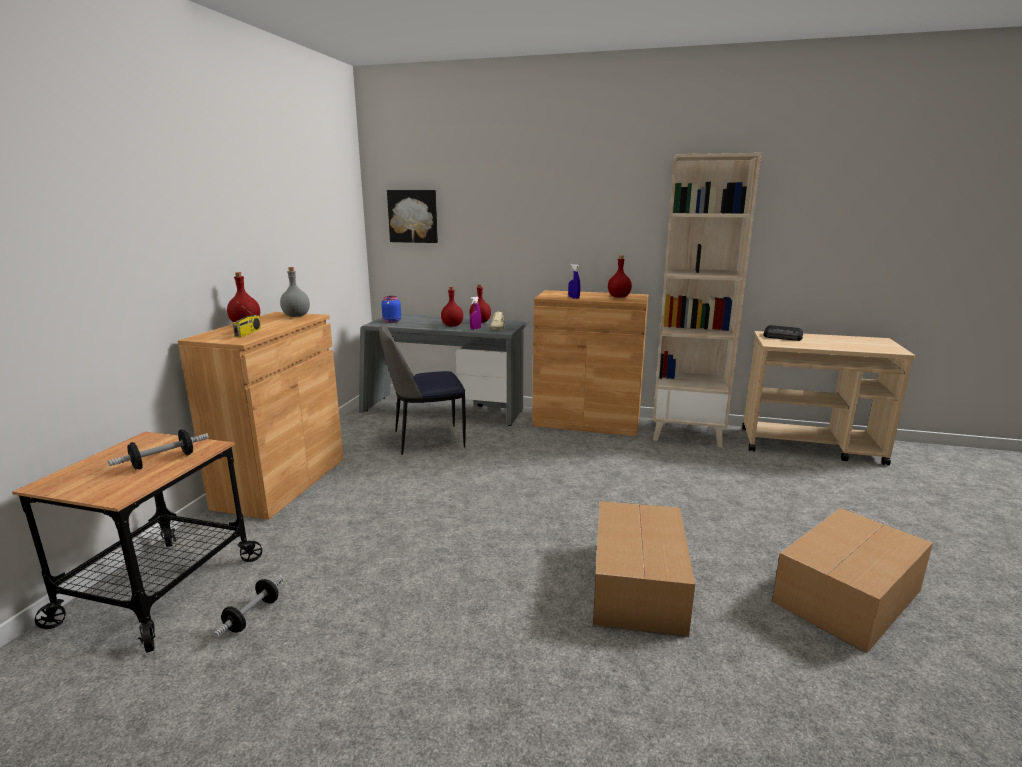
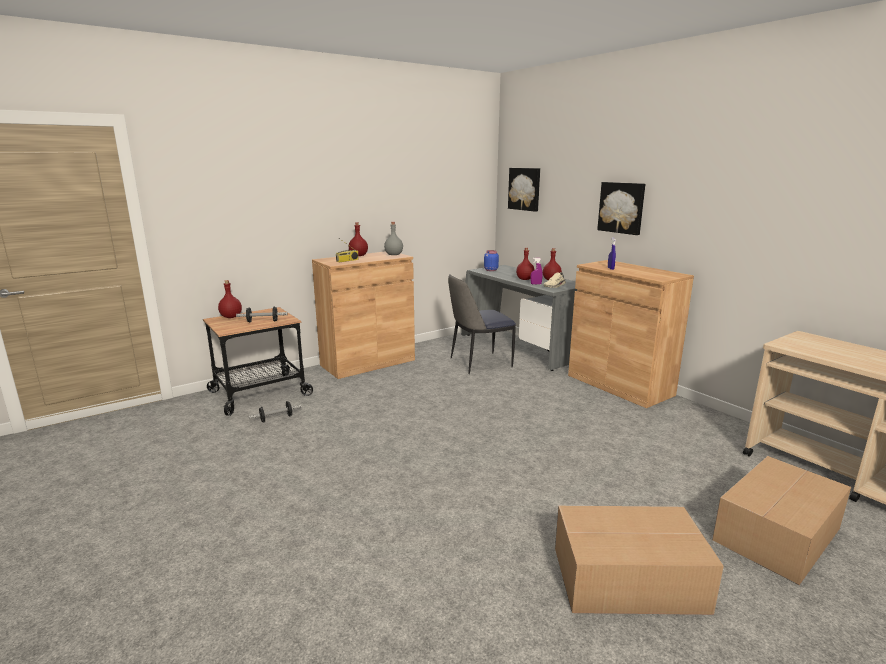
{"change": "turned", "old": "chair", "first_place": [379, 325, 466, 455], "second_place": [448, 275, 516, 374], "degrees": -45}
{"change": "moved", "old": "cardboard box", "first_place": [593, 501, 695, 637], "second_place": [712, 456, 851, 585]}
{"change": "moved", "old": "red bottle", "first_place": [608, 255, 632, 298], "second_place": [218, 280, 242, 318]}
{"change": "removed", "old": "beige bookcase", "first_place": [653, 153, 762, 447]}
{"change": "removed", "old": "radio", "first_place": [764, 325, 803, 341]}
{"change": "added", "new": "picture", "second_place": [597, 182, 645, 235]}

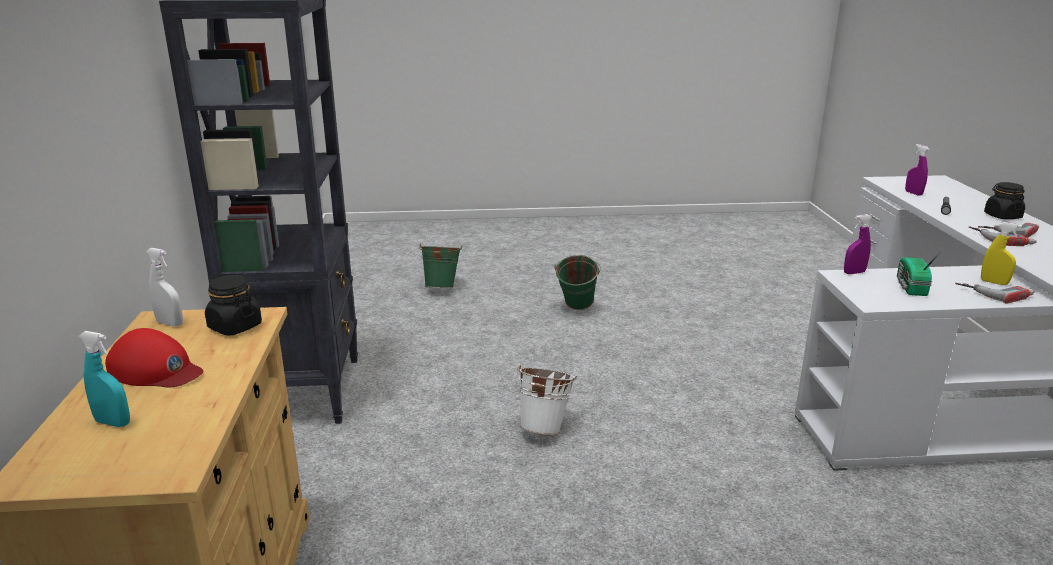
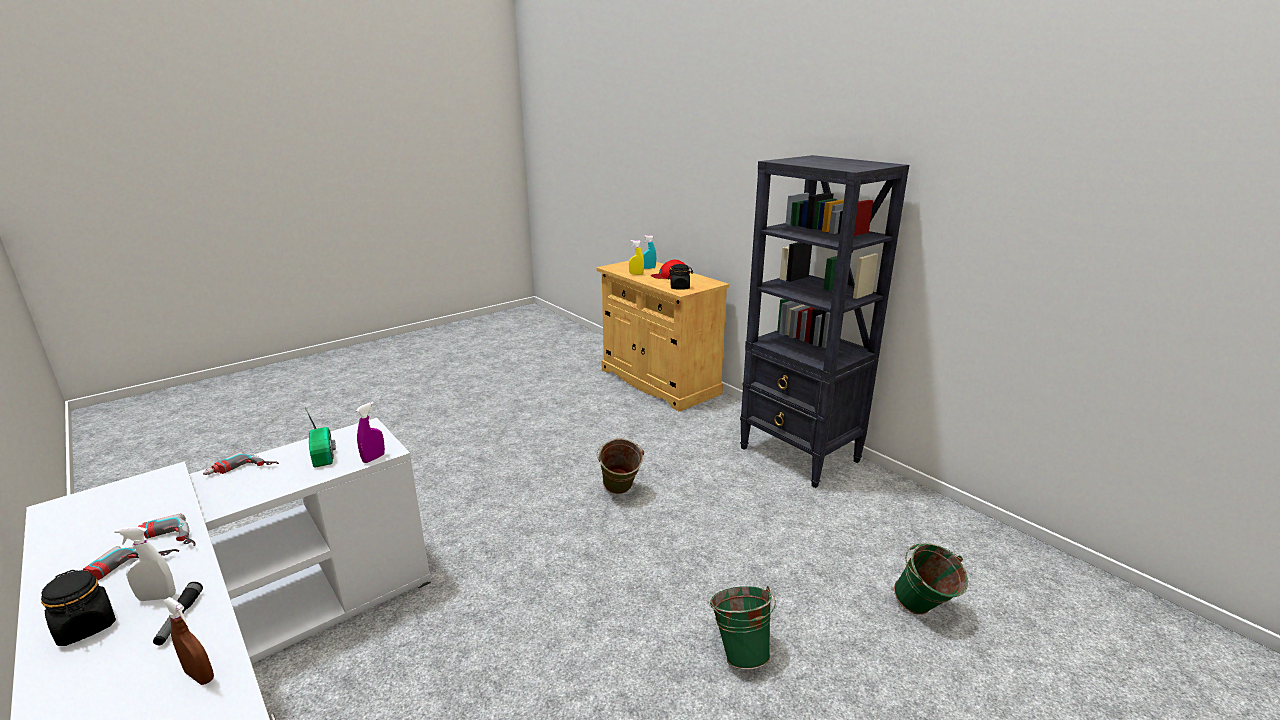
{"change": "moved", "old": "white spray bottle", "first_place": [146, 248, 183, 327], "second_place": [114, 527, 176, 601]}
{"change": "recoloured", "old": "white bucket", "new": "green bucket", "first_place": [516, 365, 577, 435], "second_place": [597, 438, 644, 494]}
{"change": "recoloured", "old": "purple spray bottle", "new": "brown spray bottle", "first_place": [905, 144, 930, 196], "second_place": [164, 597, 214, 685]}
{"change": "moved", "old": "yellow spray bottle", "first_place": [981, 222, 1022, 285], "second_place": [629, 240, 644, 275]}

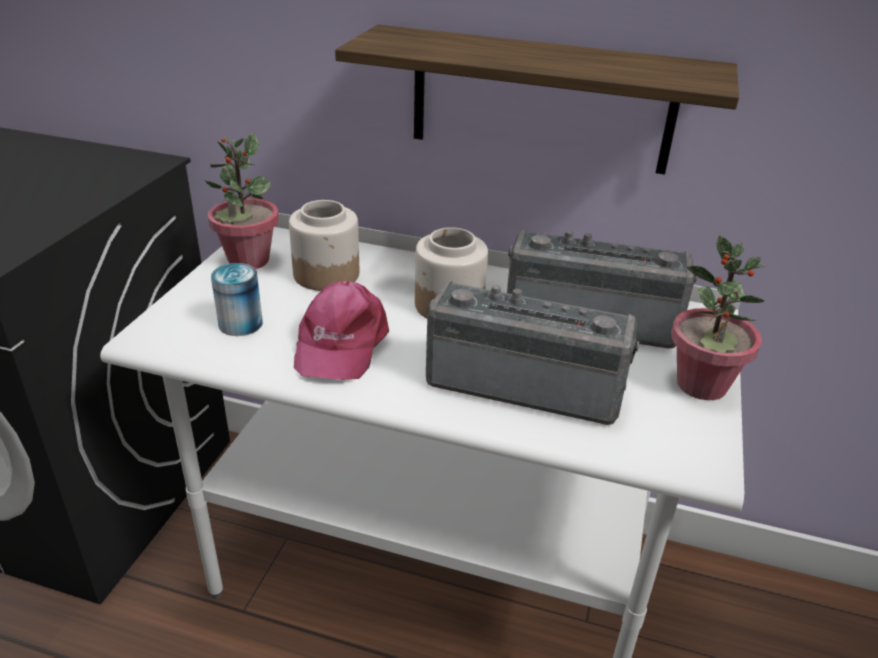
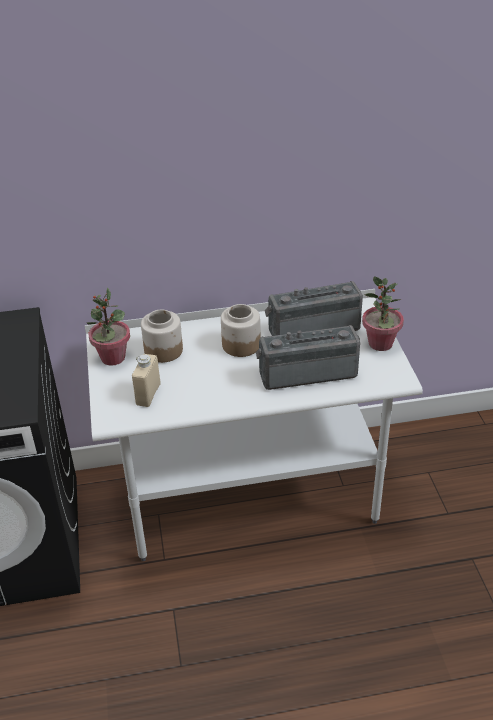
{"change": "replaced", "old": "can", "new": "beige bottle", "first_place": [211, 263, 263, 336], "second_place": [132, 354, 161, 407]}
{"change": "removed", "old": "pink cap", "first_place": [294, 281, 389, 380]}
{"change": "removed", "old": "shelf", "first_place": [335, 25, 739, 174]}

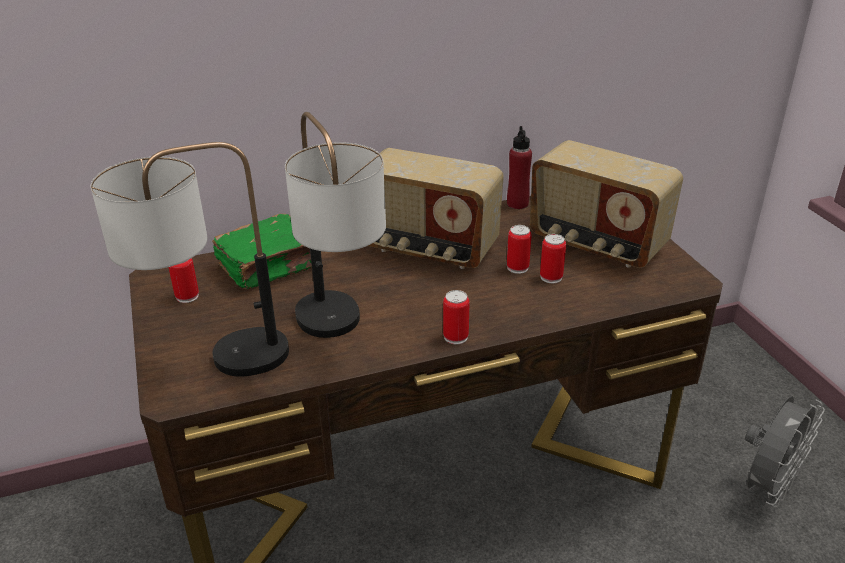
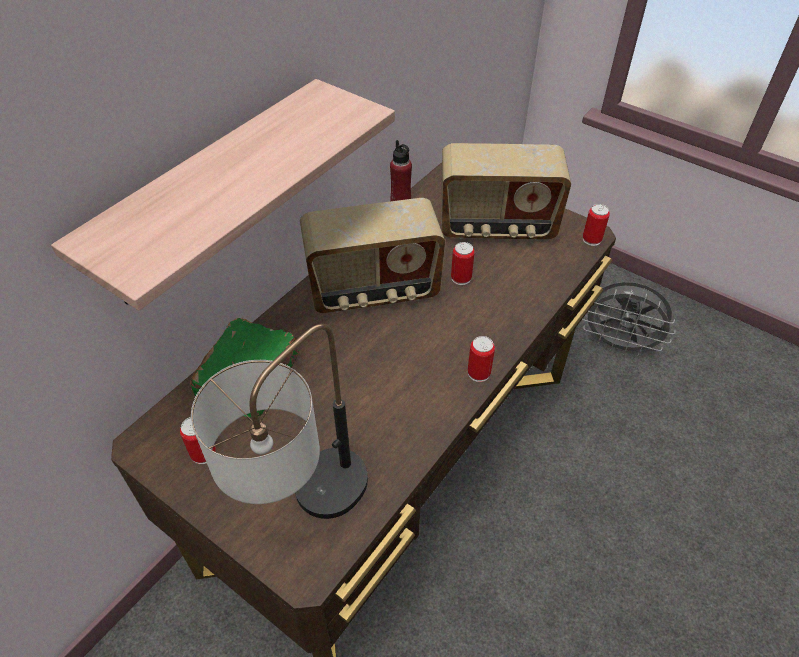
{"change": "removed", "old": "table lamp", "first_place": [285, 112, 386, 338]}
{"change": "moved", "old": "can", "first_place": [540, 234, 566, 283], "second_place": [583, 204, 610, 246]}
{"change": "turned", "old": "grey fan", "first_place": [745, 396, 825, 507], "second_place": [582, 282, 676, 357], "degrees": 105}
{"change": "added", "new": "shelf", "second_place": [51, 79, 395, 311]}

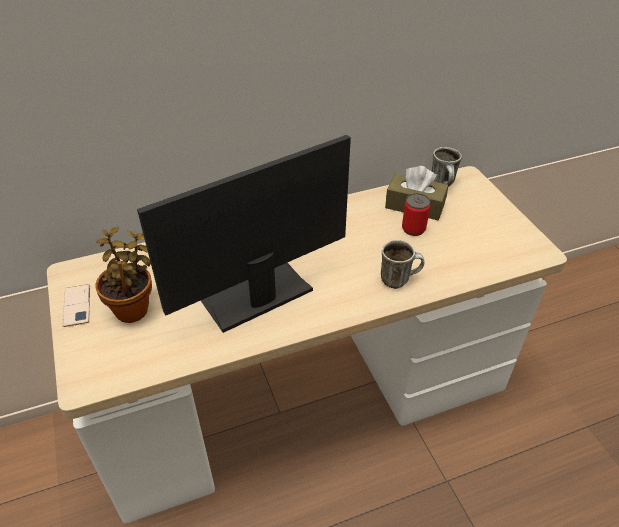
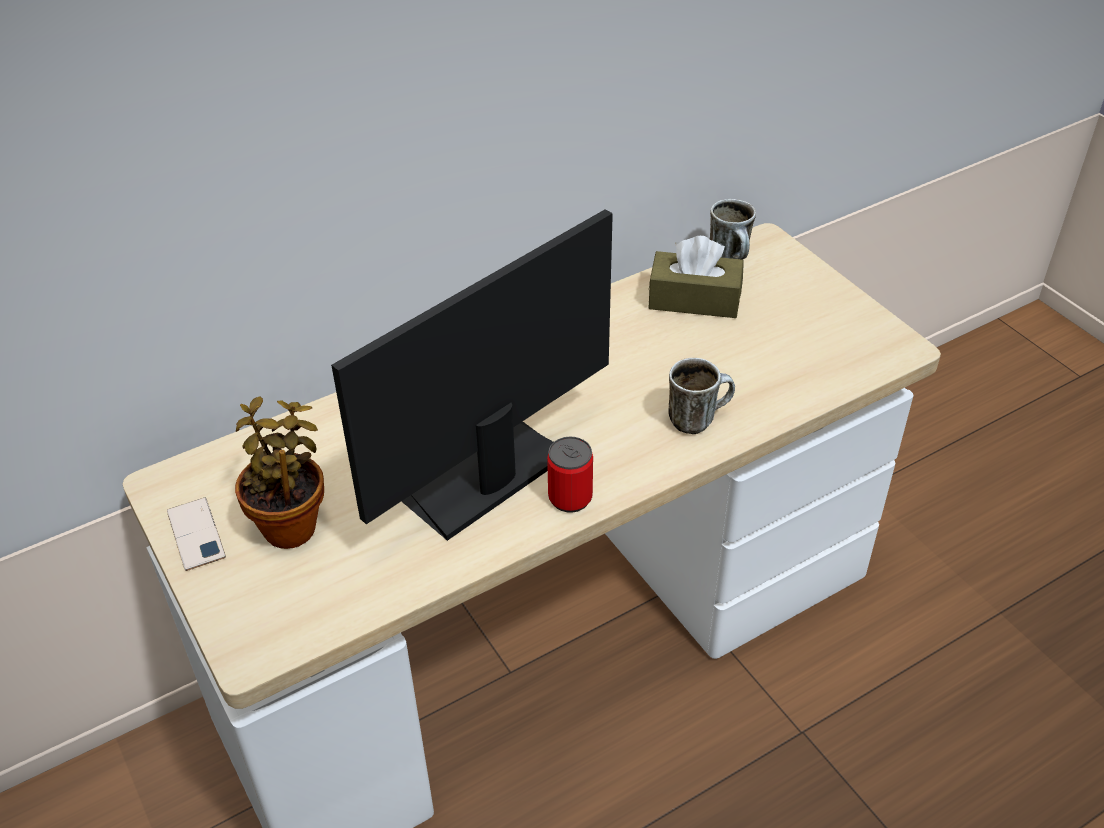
{"change": "moved", "old": "can", "first_place": [402, 193, 430, 236], "second_place": [547, 436, 593, 513]}

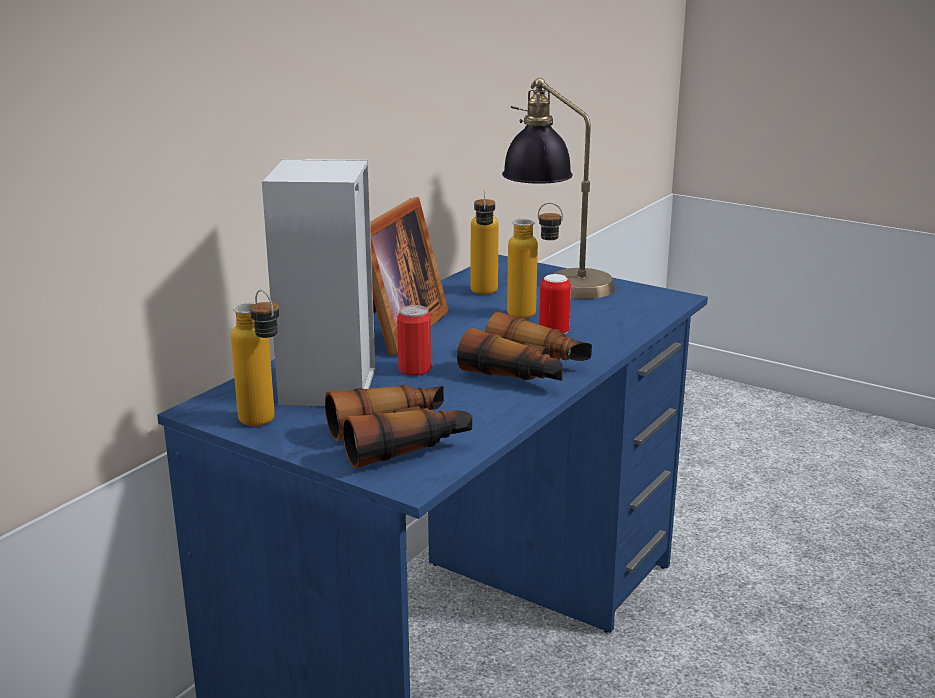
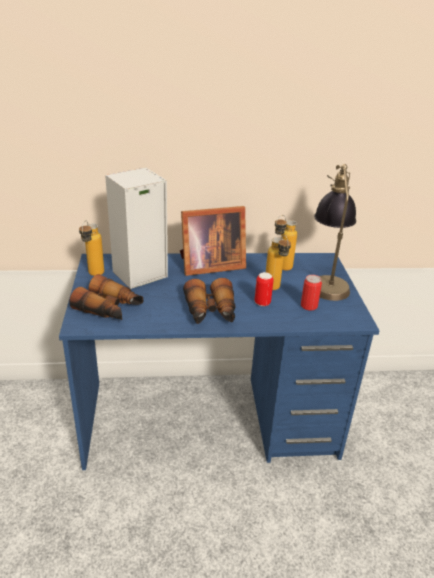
{"change": "moved", "old": "can", "first_place": [397, 305, 431, 376], "second_place": [301, 275, 322, 311]}

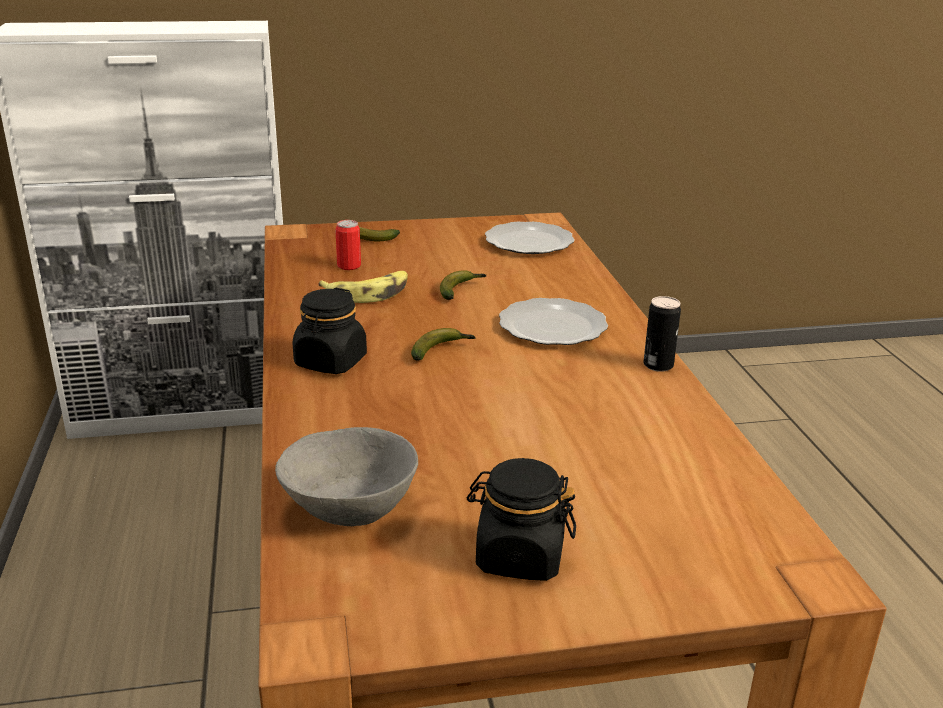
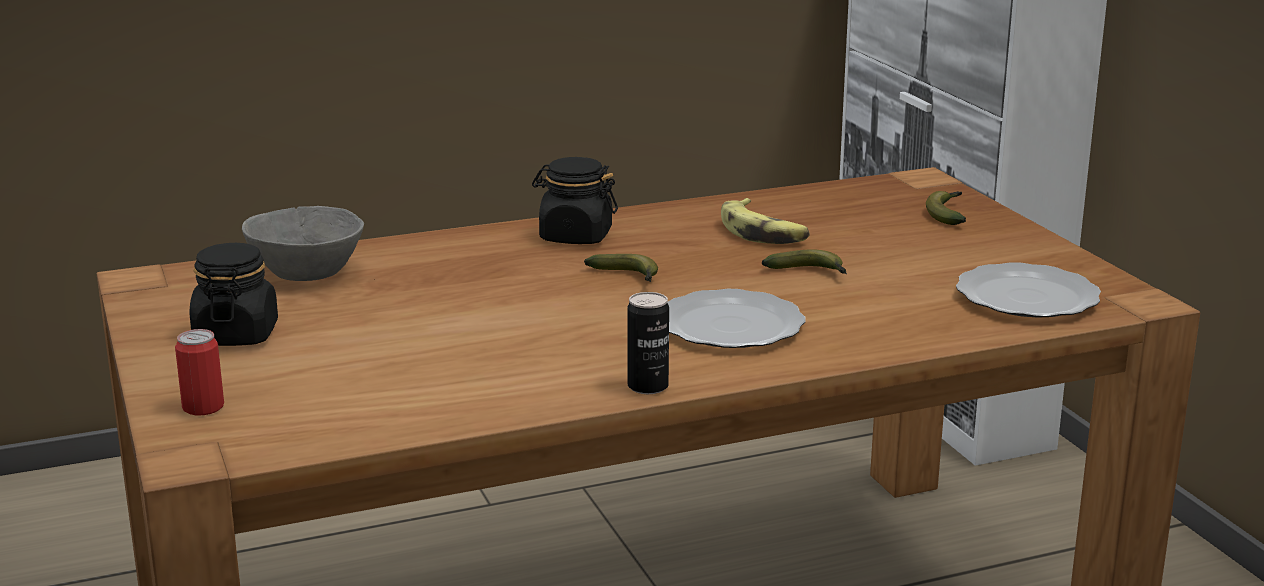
{"change": "moved", "old": "can", "first_place": [335, 220, 361, 270], "second_place": [175, 329, 224, 416]}

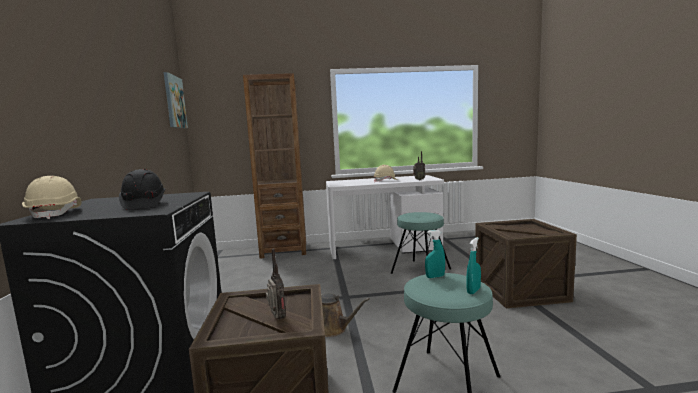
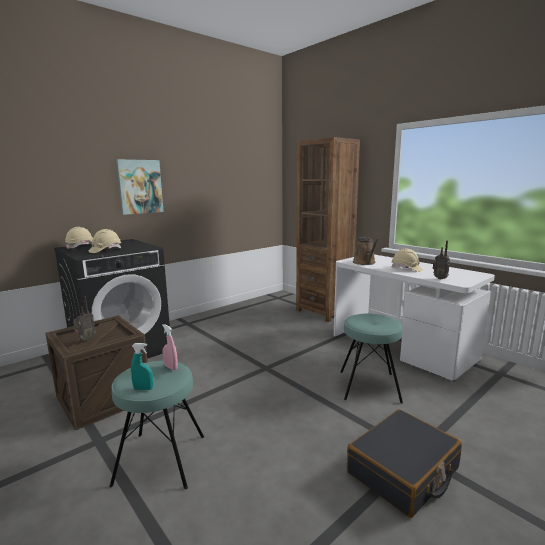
{"change": "recoloured", "old": "black hard hat", "new": "beige hard hat", "first_place": [119, 169, 165, 210], "second_place": [89, 229, 121, 253]}
{"change": "moved", "old": "picture", "first_place": [164, 72, 188, 128], "second_place": [116, 159, 164, 215]}
{"change": "moved", "old": "brown watering can", "first_place": [321, 293, 370, 337], "second_place": [353, 237, 378, 265]}
{"change": "recoloured", "old": "turquoise spray bottle", "new": "pink spray bottle", "first_place": [425, 230, 445, 278], "second_place": [162, 324, 178, 370]}
{"change": "replaced", "old": "crate", "new": "black suitcase", "first_place": [475, 219, 577, 308], "second_place": [347, 409, 462, 518]}

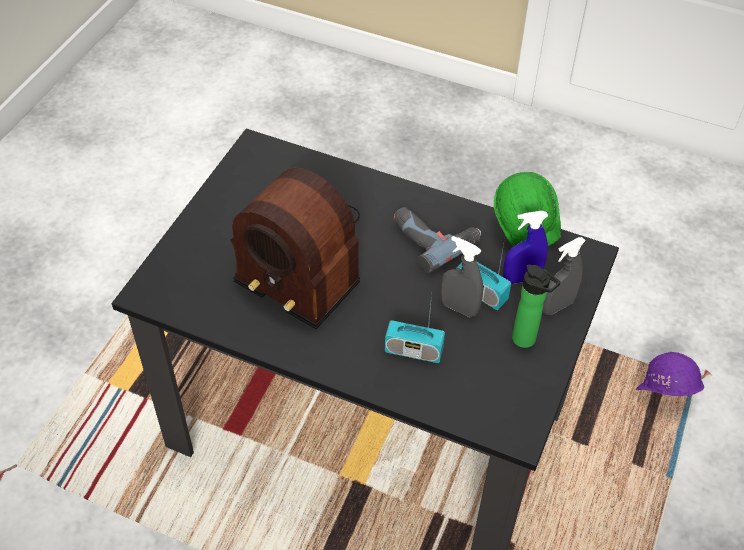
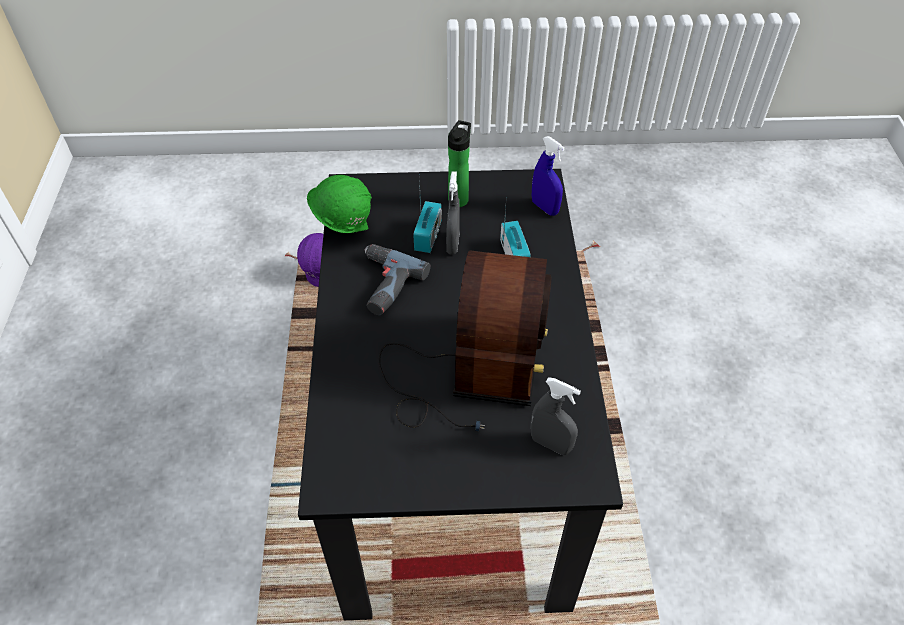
{"change": "moved", "old": "blue spray bottle", "first_place": [503, 211, 548, 284], "second_place": [532, 136, 565, 216]}
{"change": "moved", "old": "grey spray bottle", "first_place": [542, 237, 586, 315], "second_place": [531, 377, 581, 455]}

